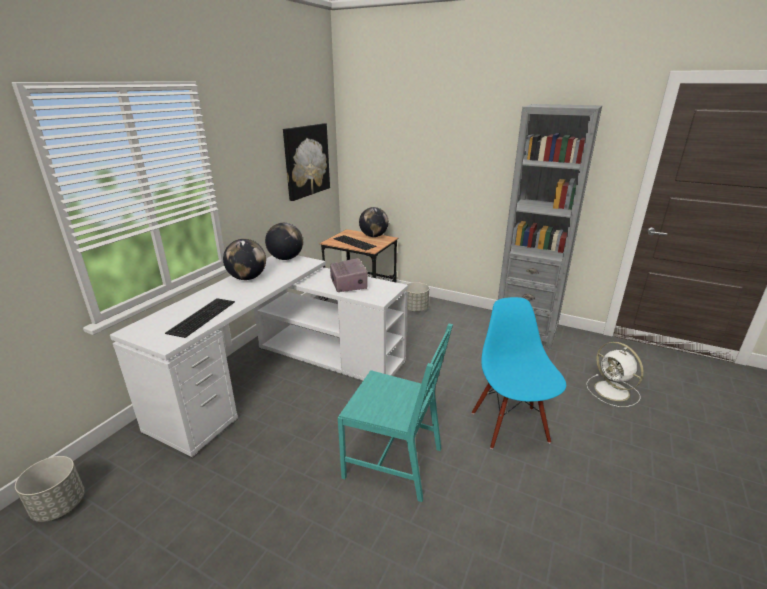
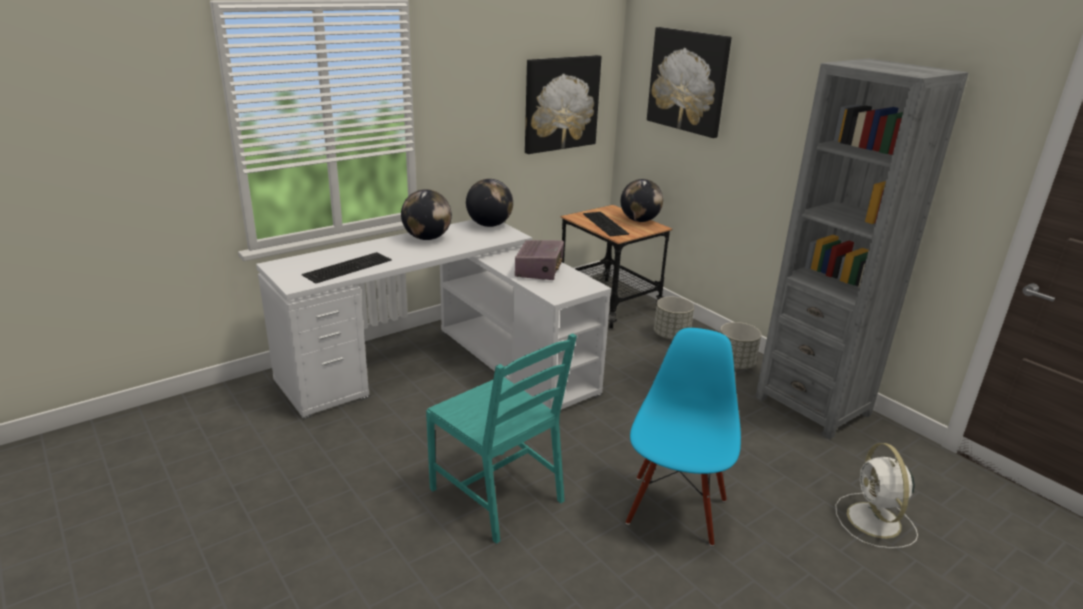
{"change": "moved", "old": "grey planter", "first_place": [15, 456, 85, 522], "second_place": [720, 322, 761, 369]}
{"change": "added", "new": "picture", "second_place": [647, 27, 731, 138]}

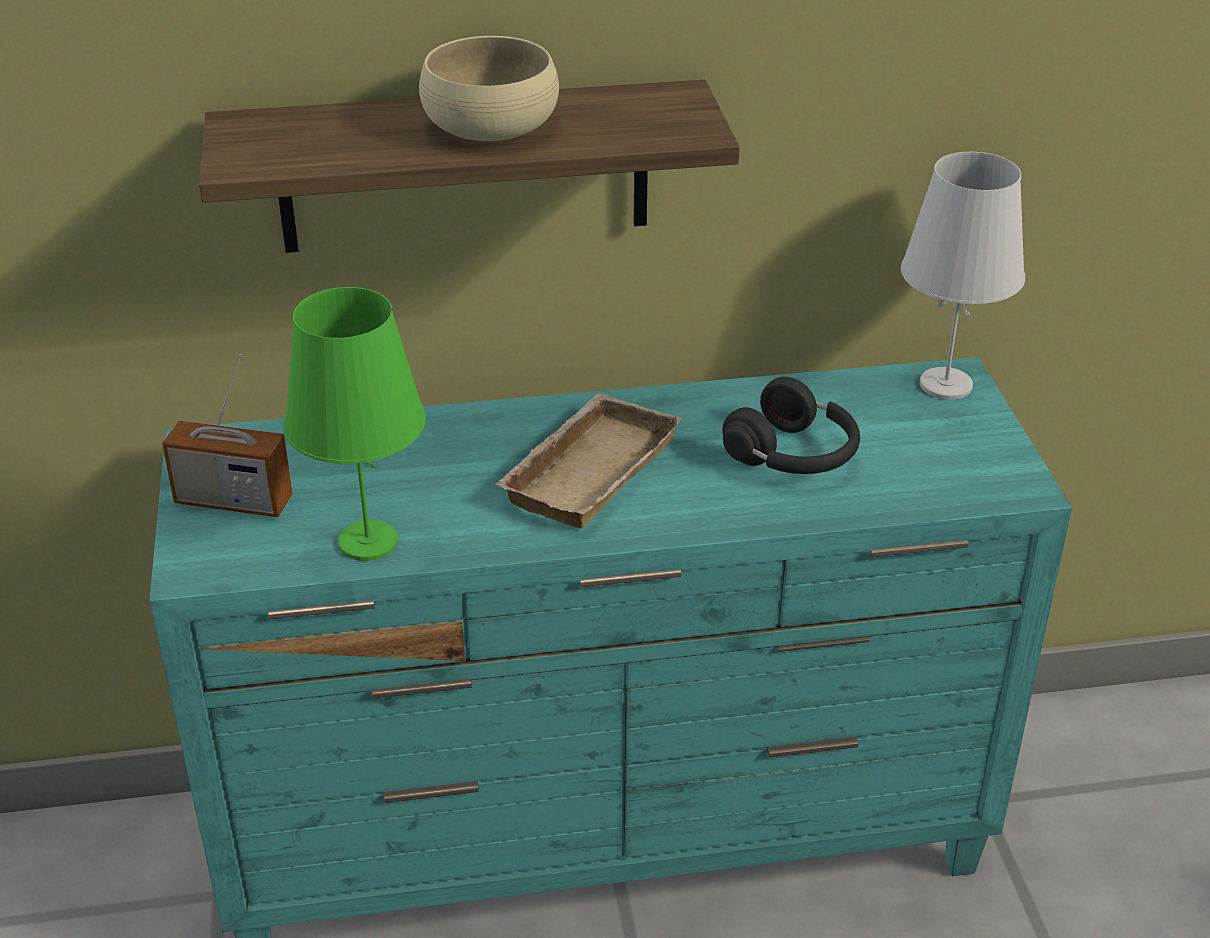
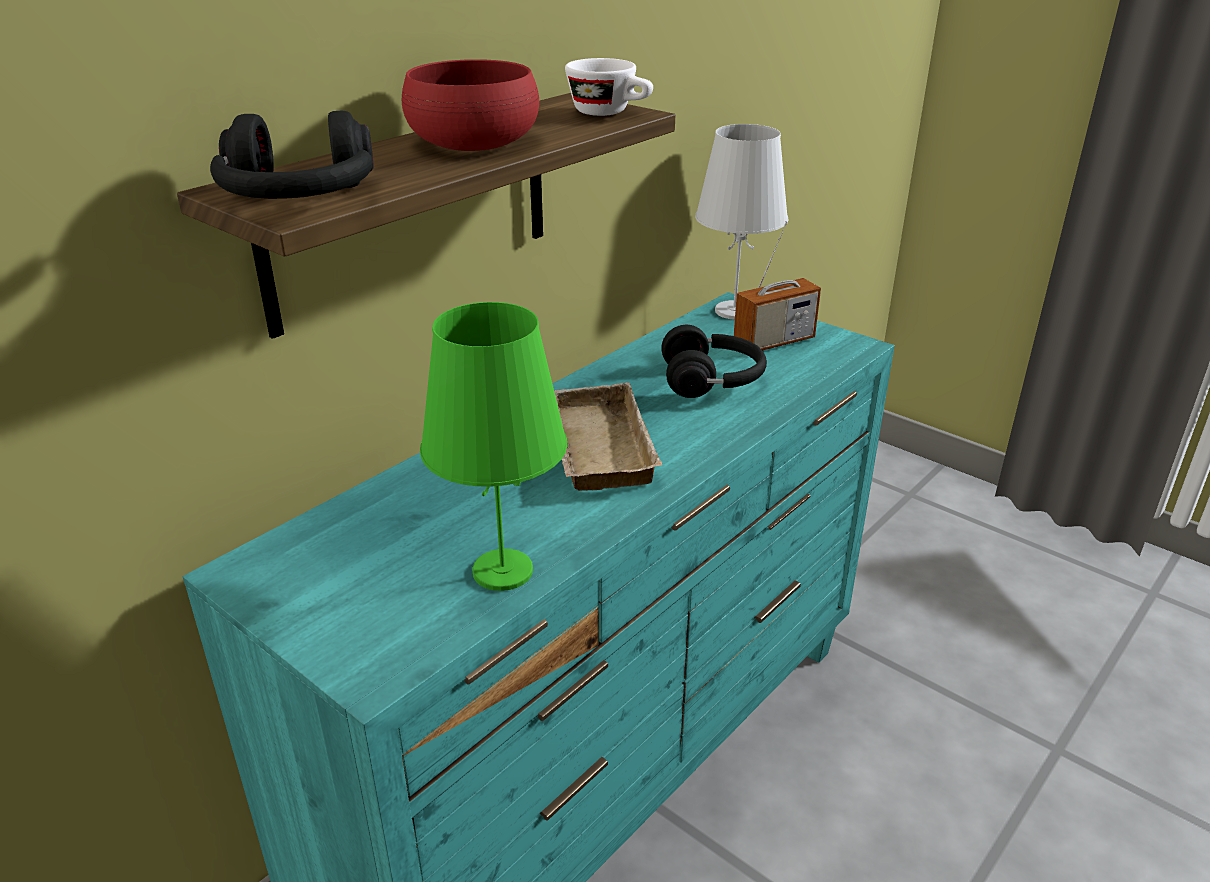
{"change": "moved", "old": "radio", "first_place": [162, 354, 292, 517], "second_place": [734, 221, 821, 351]}
{"change": "recoloured", "old": "beige bowl", "new": "red bowl", "first_place": [419, 36, 559, 141], "second_place": [402, 59, 539, 151]}
{"change": "added", "new": "black headphones", "second_place": [210, 111, 374, 199]}
{"change": "added", "new": "white cup", "second_place": [565, 58, 653, 116]}

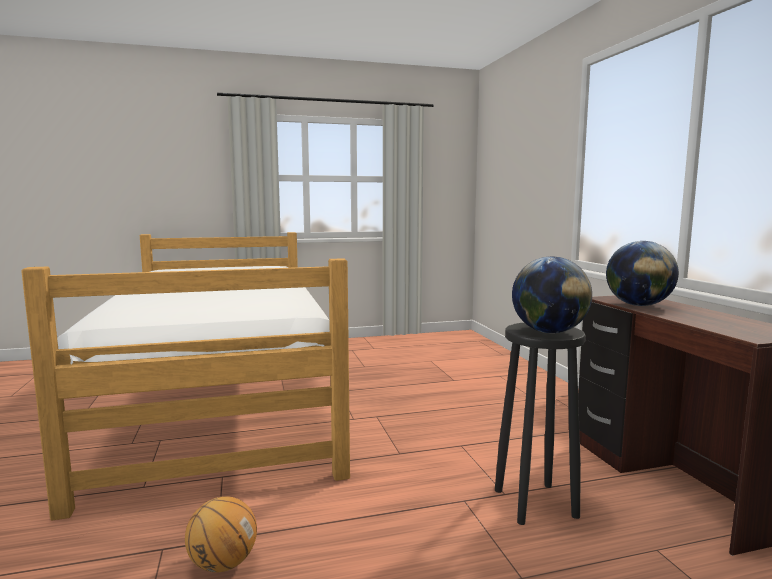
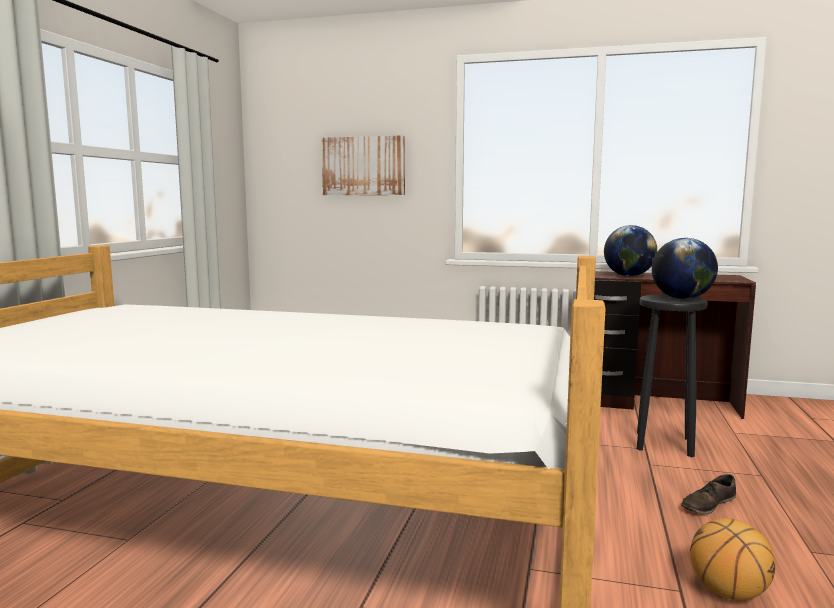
{"change": "added", "new": "picture", "second_place": [321, 135, 405, 195]}
{"change": "added", "new": "brown shoe", "second_place": [681, 474, 736, 515]}

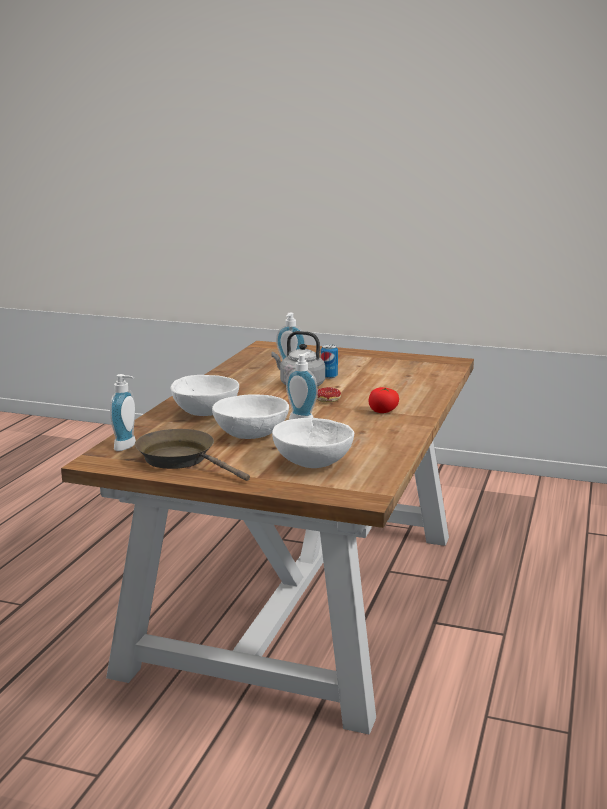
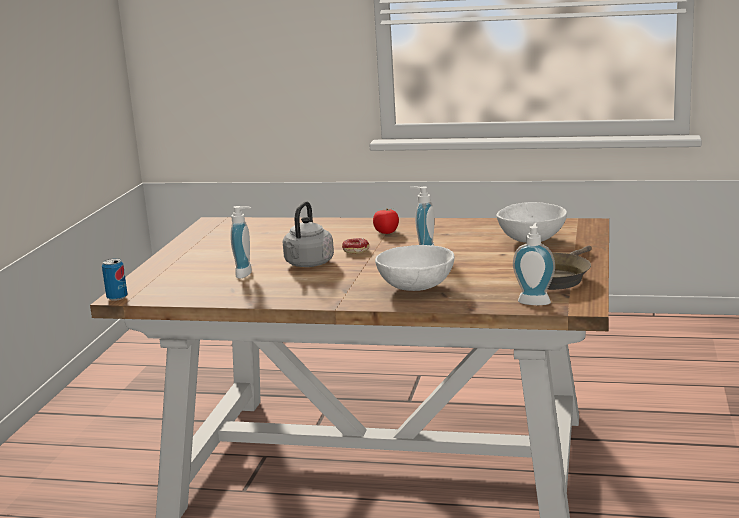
{"change": "removed", "old": "white bowl", "first_place": [212, 394, 289, 439]}
{"change": "moved", "old": "can", "first_place": [321, 344, 338, 379], "second_place": [102, 258, 128, 301]}

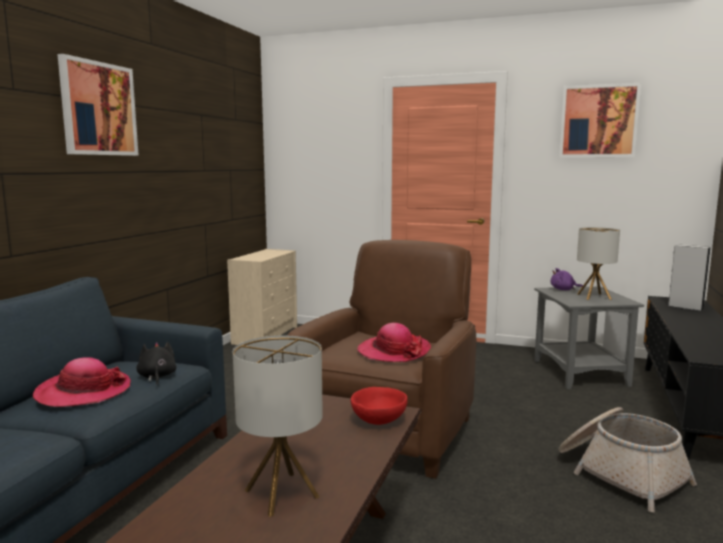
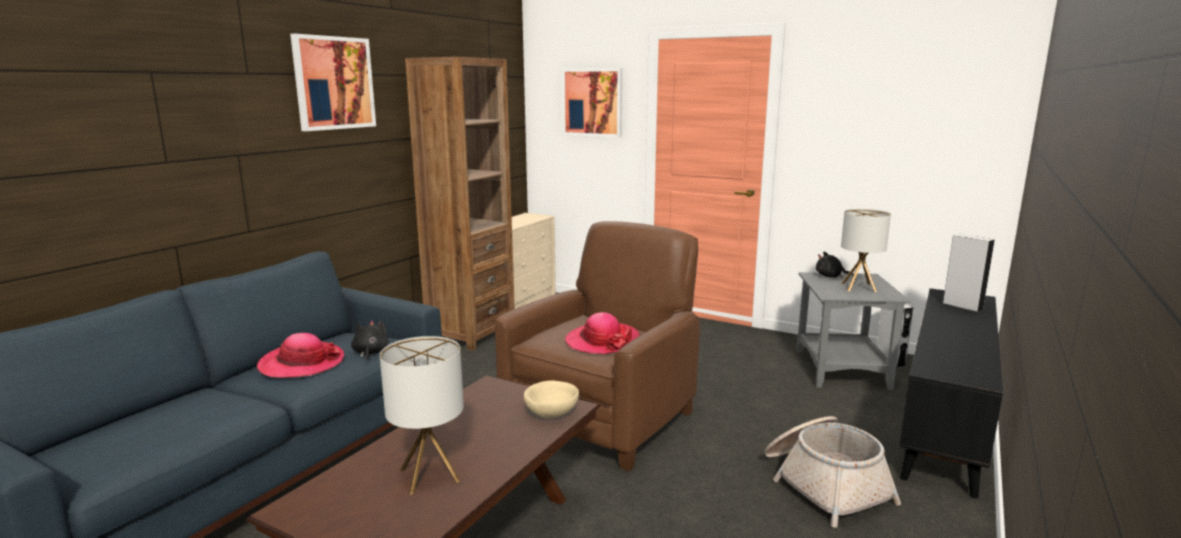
{"change": "recoloured", "old": "red bowl", "new": "beige bowl", "first_place": [351, 387, 407, 425], "second_place": [524, 380, 579, 418]}
{"change": "recoloured", "old": "purple plush toy", "new": "black plush toy", "first_place": [551, 268, 583, 290], "second_place": [816, 251, 854, 278]}
{"change": "moved", "old": "picture", "first_place": [559, 83, 641, 158], "second_place": [562, 68, 622, 137]}
{"change": "added", "new": "brown bookcase", "second_place": [405, 57, 515, 351]}

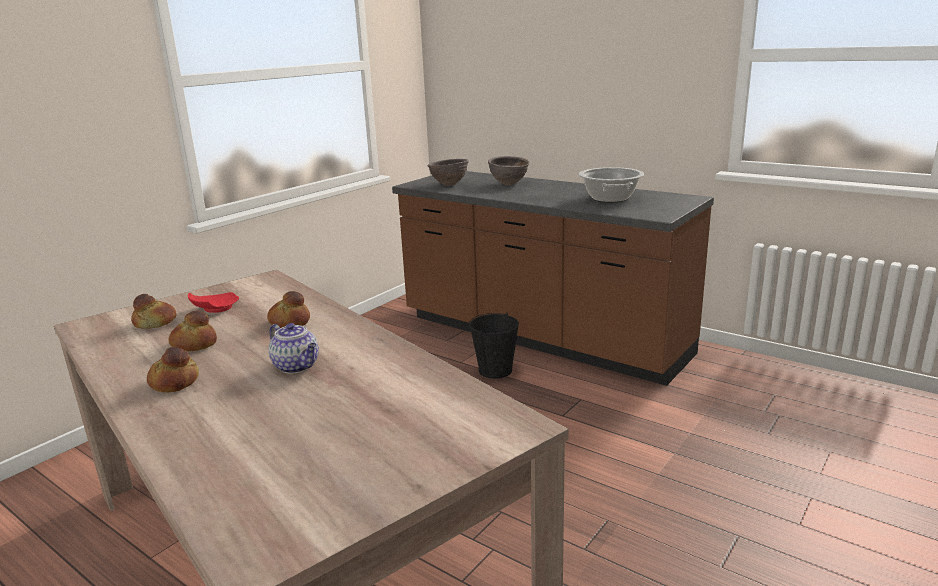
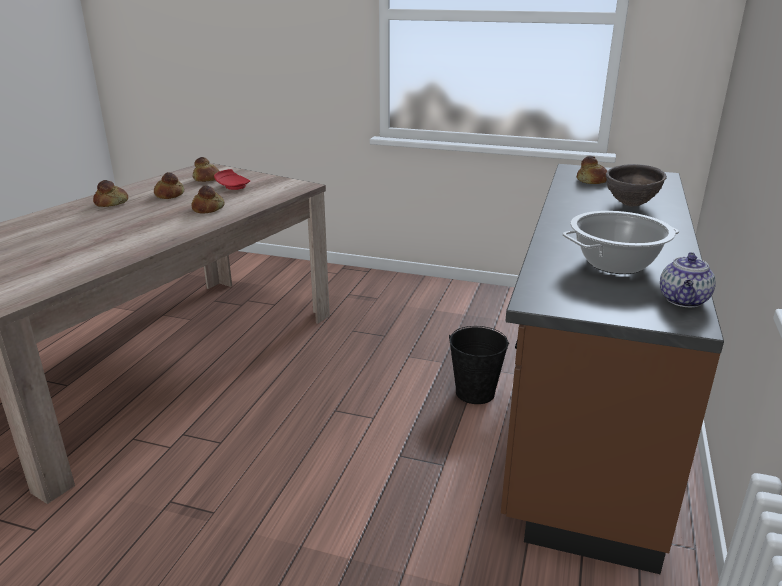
{"change": "moved", "old": "teapot", "first_place": [269, 323, 319, 374], "second_place": [660, 252, 716, 307]}
{"change": "replaced", "old": "brown bowl", "new": "bread", "first_place": [428, 159, 469, 186], "second_place": [577, 156, 608, 184]}

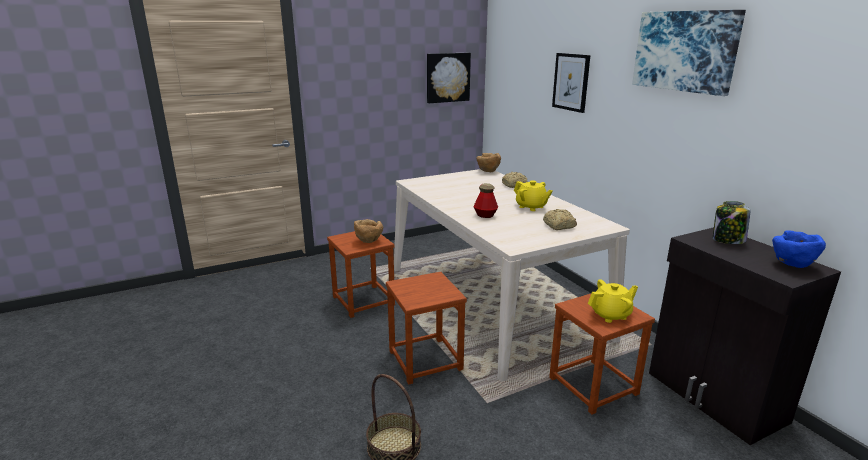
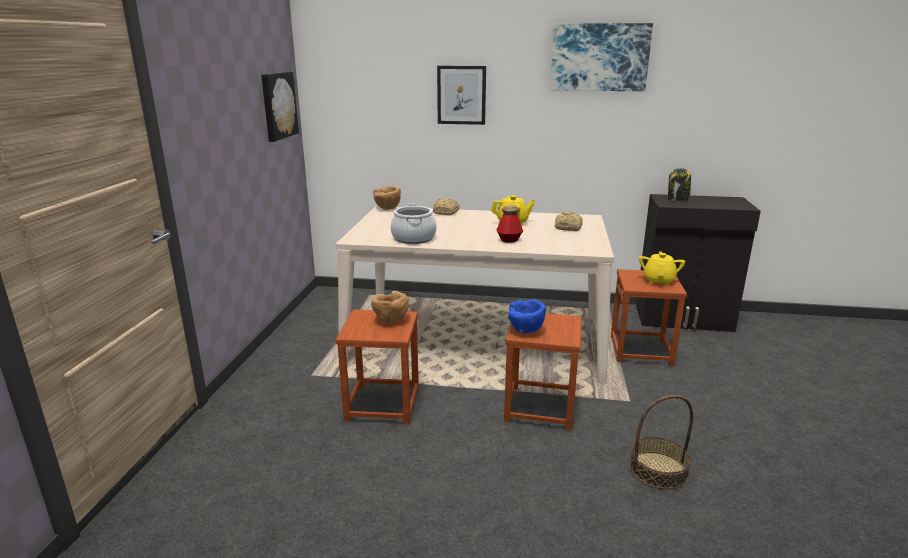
{"change": "moved", "old": "blue bowl", "first_place": [772, 230, 826, 268], "second_place": [508, 299, 546, 333]}
{"change": "added", "new": "cooking pot", "second_place": [391, 204, 436, 244]}

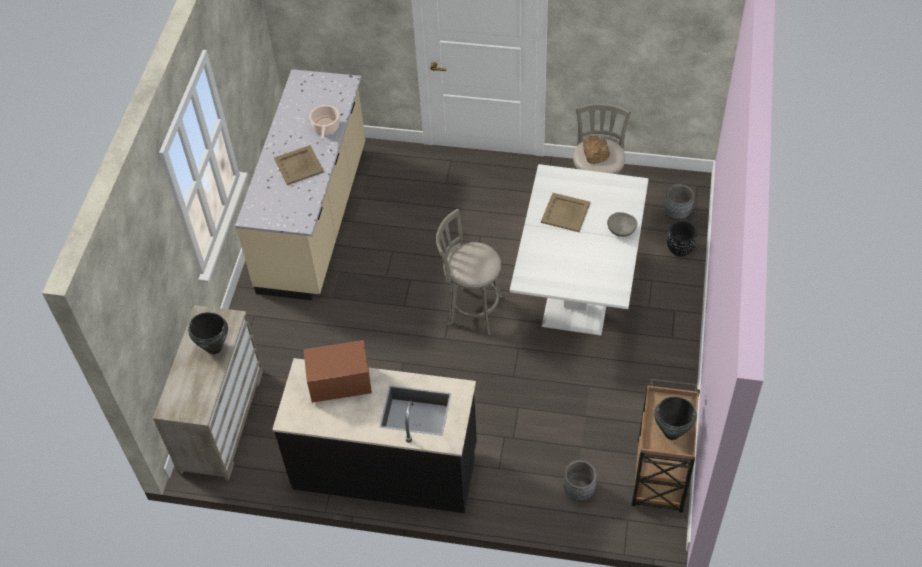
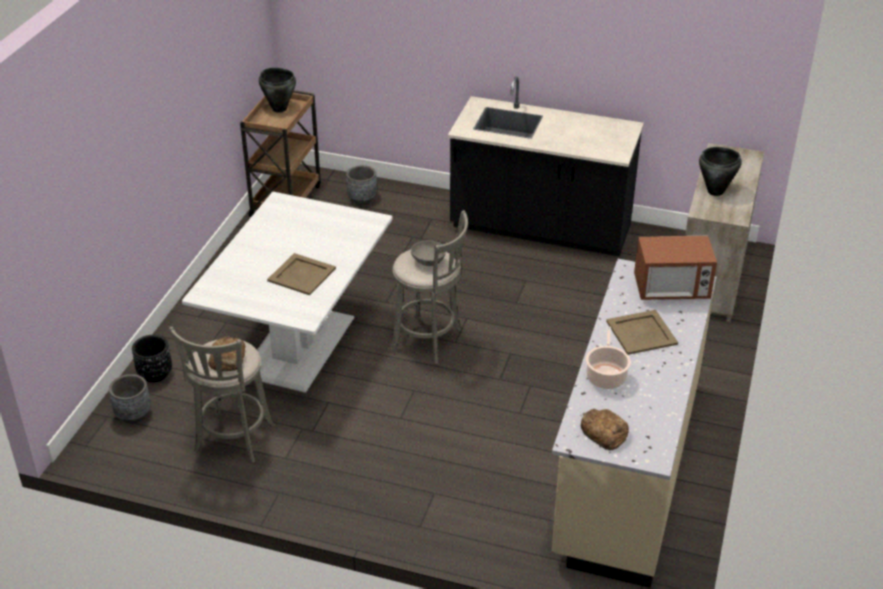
{"change": "moved", "old": "microwave", "first_place": [303, 340, 372, 403], "second_place": [634, 236, 717, 300]}
{"change": "moved", "old": "grey bowl", "first_place": [607, 212, 637, 237], "second_place": [411, 240, 446, 266]}
{"change": "added", "new": "bread", "second_place": [581, 409, 629, 451]}

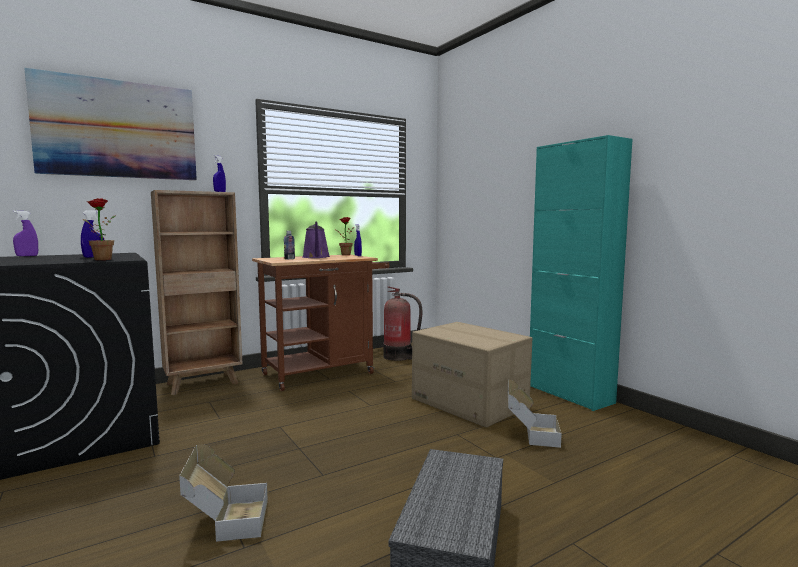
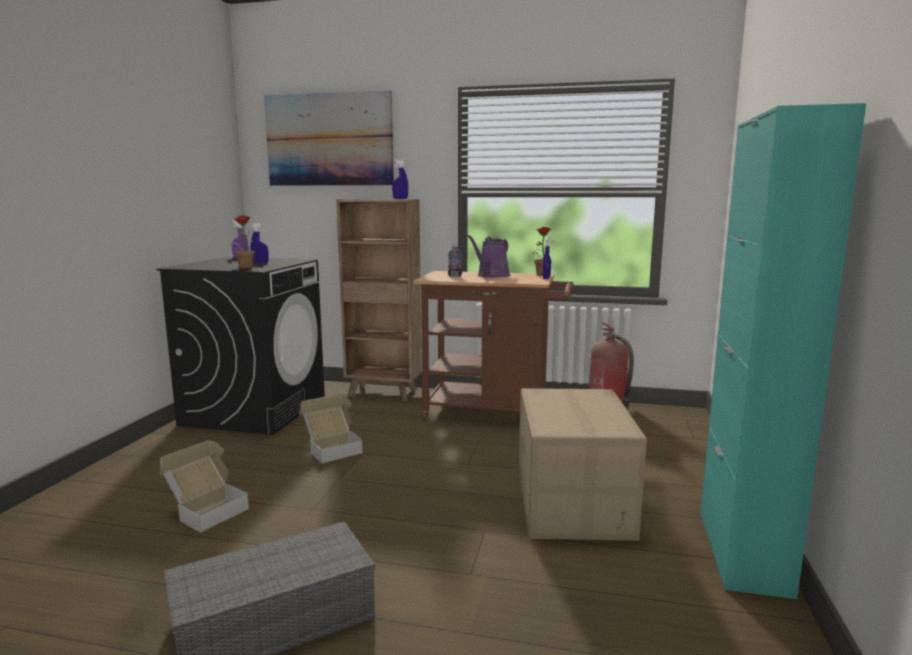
{"change": "moved", "old": "cardboard box", "first_place": [508, 380, 562, 448], "second_place": [300, 394, 363, 464]}

